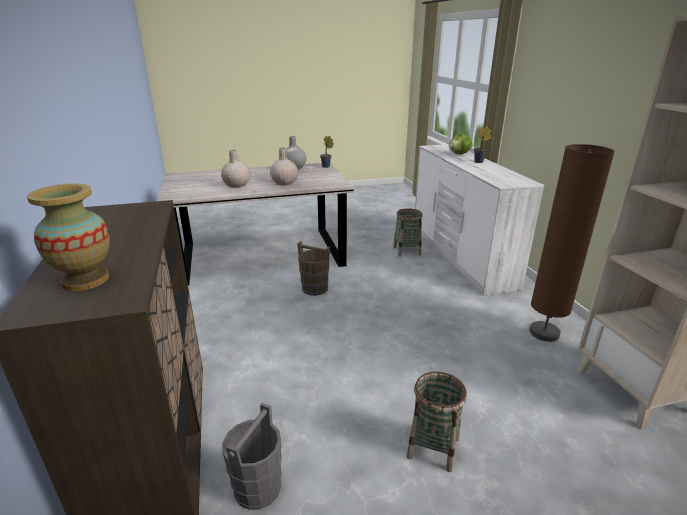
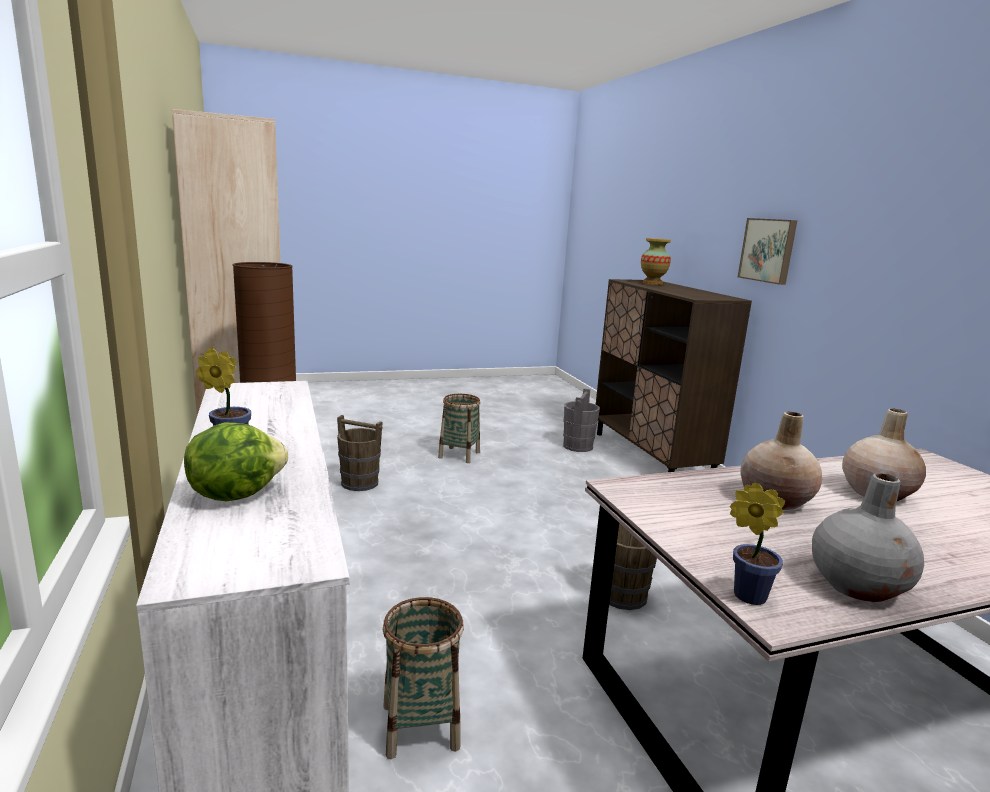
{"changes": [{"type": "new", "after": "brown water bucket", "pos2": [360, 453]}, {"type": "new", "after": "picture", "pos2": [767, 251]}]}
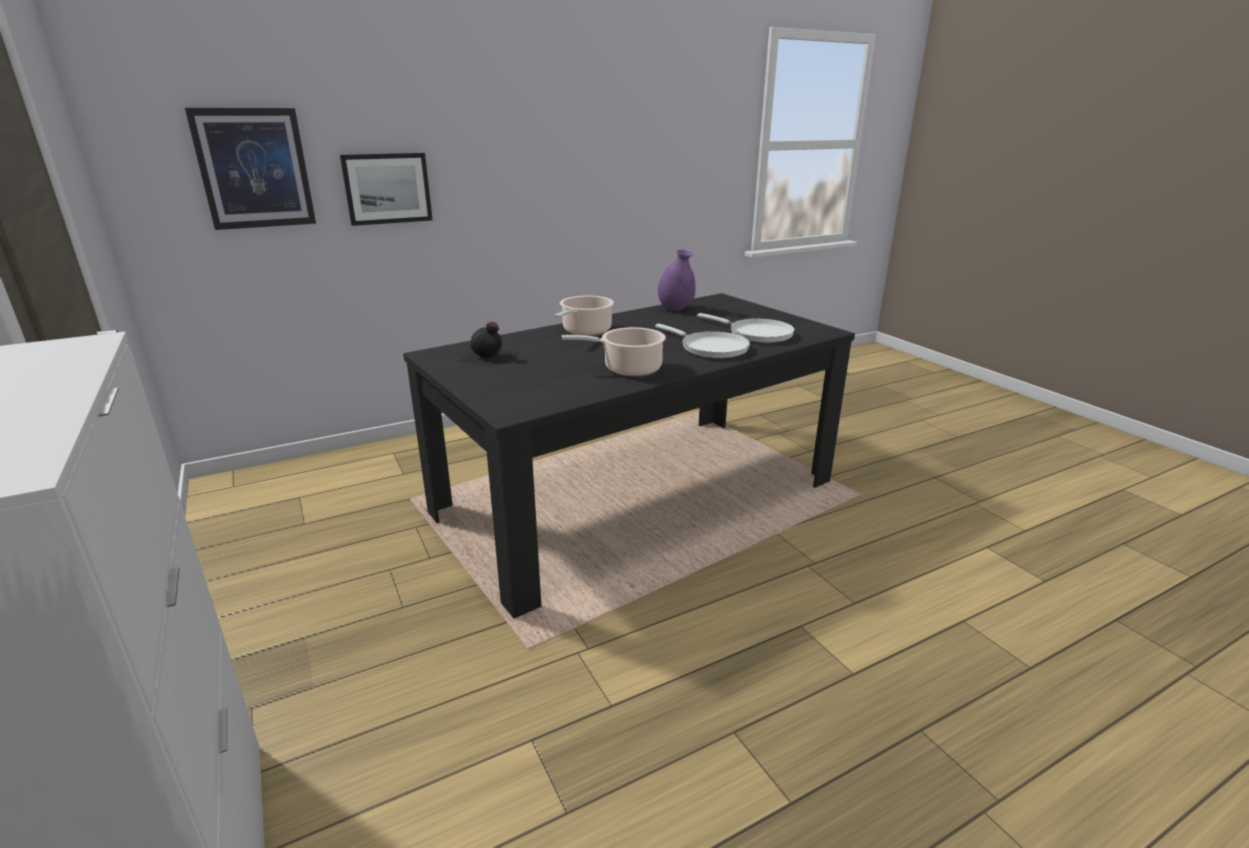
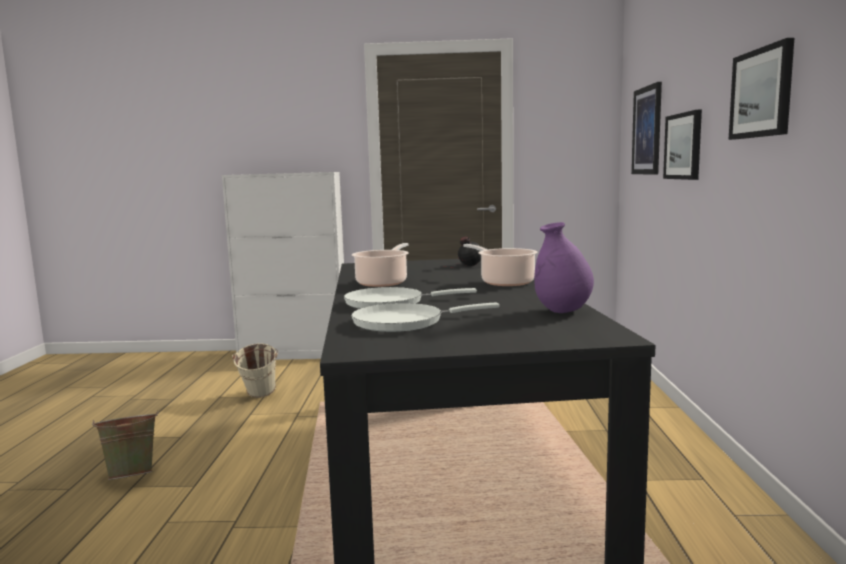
{"changes": [{"type": "new", "after": "greenish water bucket", "pos2": [125, 445]}, {"type": "new", "after": "sand-coloured water bucket", "pos2": [255, 370]}, {"type": "new", "after": "picture", "pos2": [761, 89]}]}
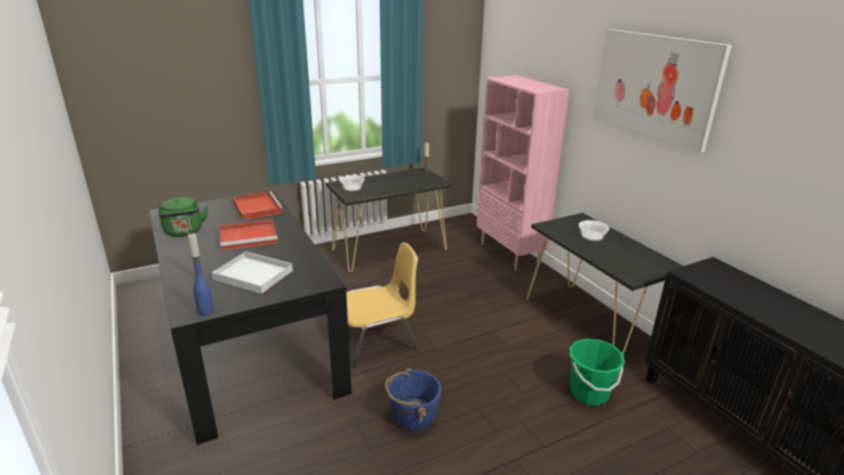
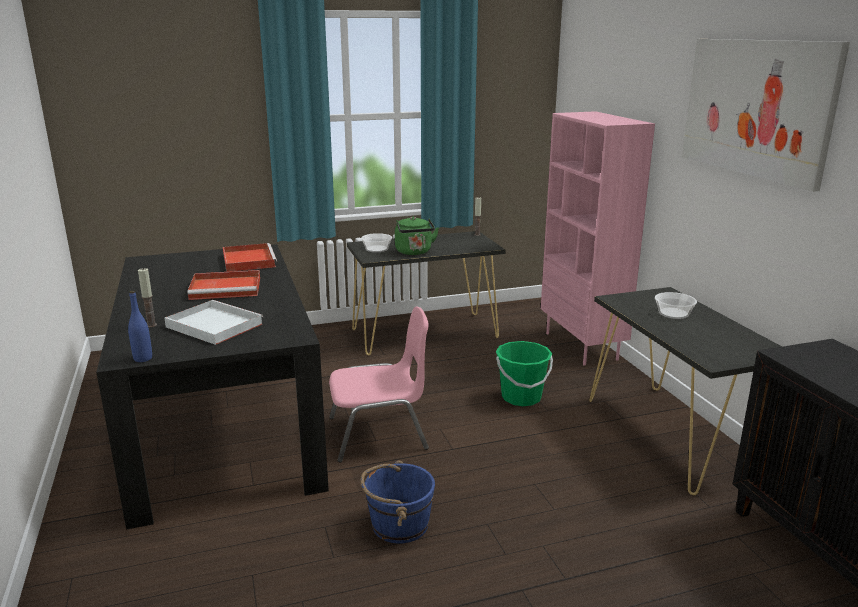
{"changes": [{"type": "repainted", "before": "yellow-coloured plain chair", "after": "pink plain chair", "pos1": [382, 305], "pos2": [379, 384]}, {"type": "shifted", "before": "greenish kettle", "pos1": [183, 217], "pos2": [417, 236]}, {"type": "shifted", "before": "greenish water bucket", "pos1": [597, 372], "pos2": [524, 373]}]}
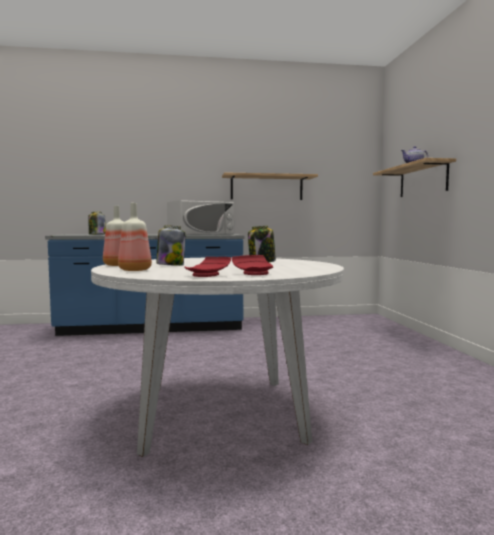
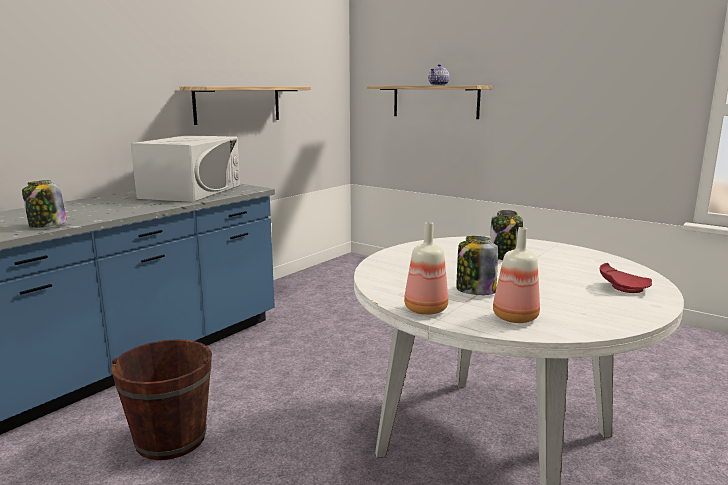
{"changes": [{"type": "new", "after": "brown water bucket", "pos2": [161, 399]}, {"type": "gone", "before": "red-coloured flat dish", "pos1": [207, 267]}]}
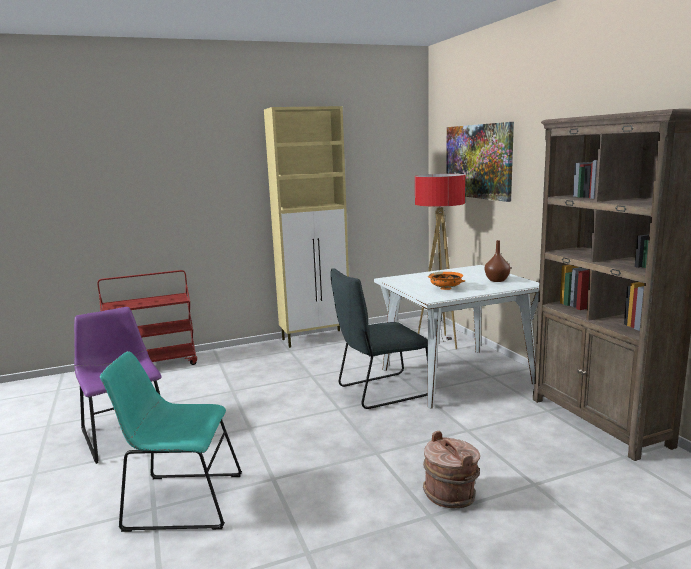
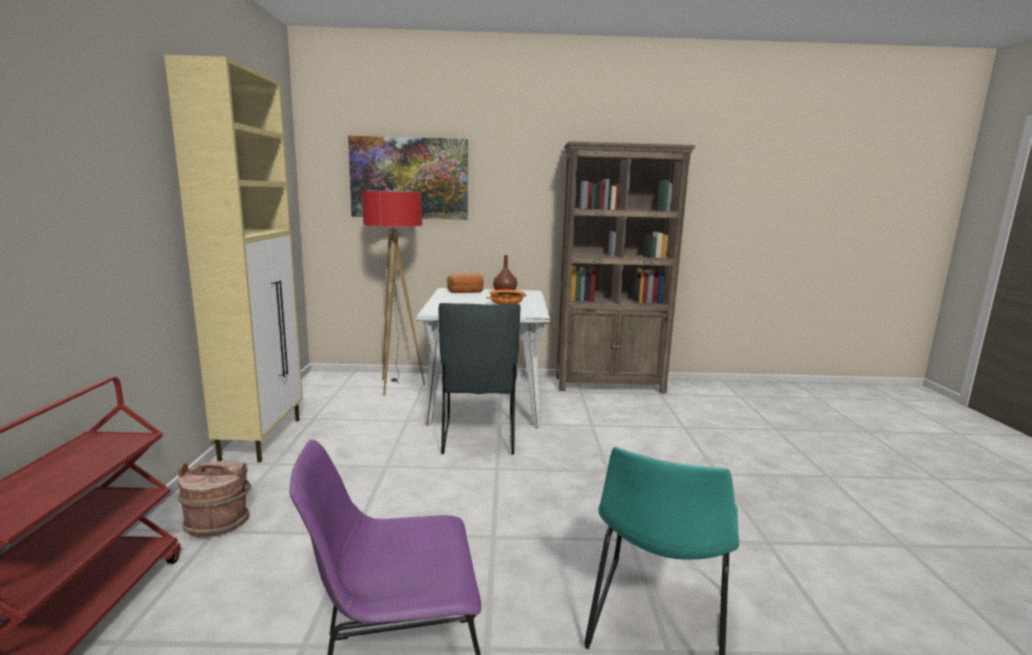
{"changes": [{"type": "shifted", "before": "brown water bucket", "pos1": [451, 469], "pos2": [214, 499]}, {"type": "new", "after": "bakery bread", "pos2": [465, 283]}]}
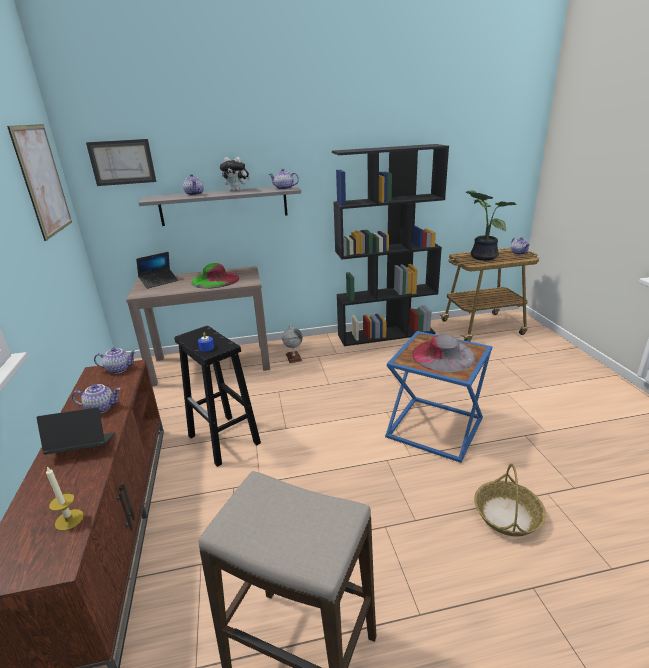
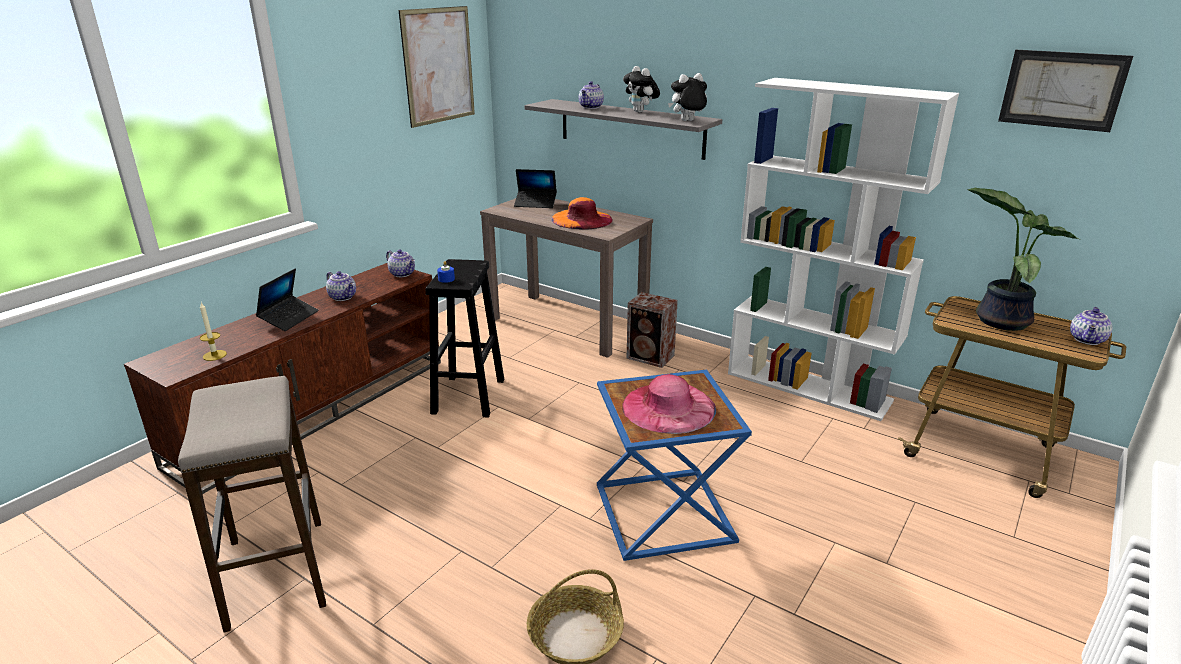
{"changes": [{"type": "rotated", "before": "notebook computer", "pos1": [76, 431], "pos2": [287, 300], "turn": 75}, {"type": "repainted", "before": "greenish hat", "after": "orange hat", "pos1": [215, 276], "pos2": [581, 213]}, {"type": "repainted", "before": "gray hat", "after": "pink hat", "pos1": [444, 353], "pos2": [669, 404]}, {"type": "swapped", "before": "desk globe", "after": "speaker", "pos1": [292, 344], "pos2": [652, 330]}, {"type": "swapped", "before": "teapot", "after": "soft toy", "pos1": [284, 179], "pos2": [687, 97]}, {"type": "repainted", "before": "black bookshelf", "after": "white-coloured bookshelf", "pos1": [390, 245], "pos2": [843, 249]}, {"type": "shifted", "before": "picture", "pos1": [121, 162], "pos2": [1065, 91]}]}
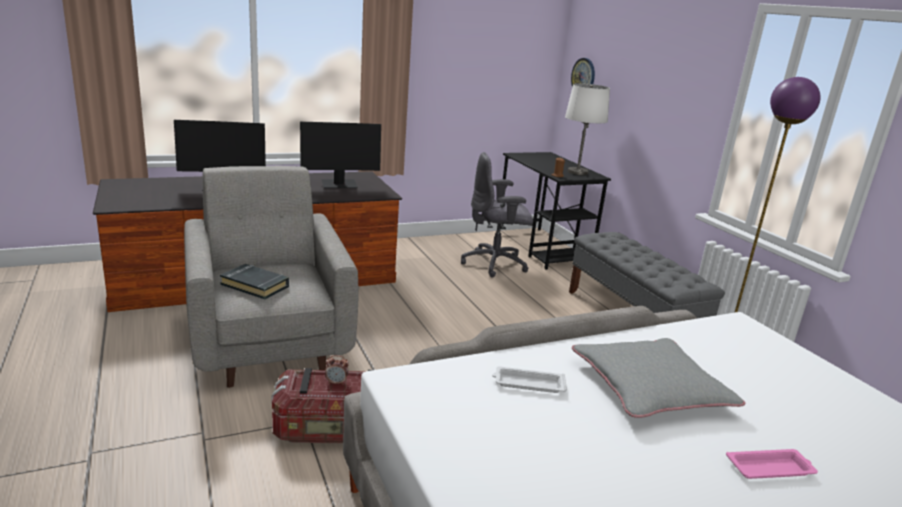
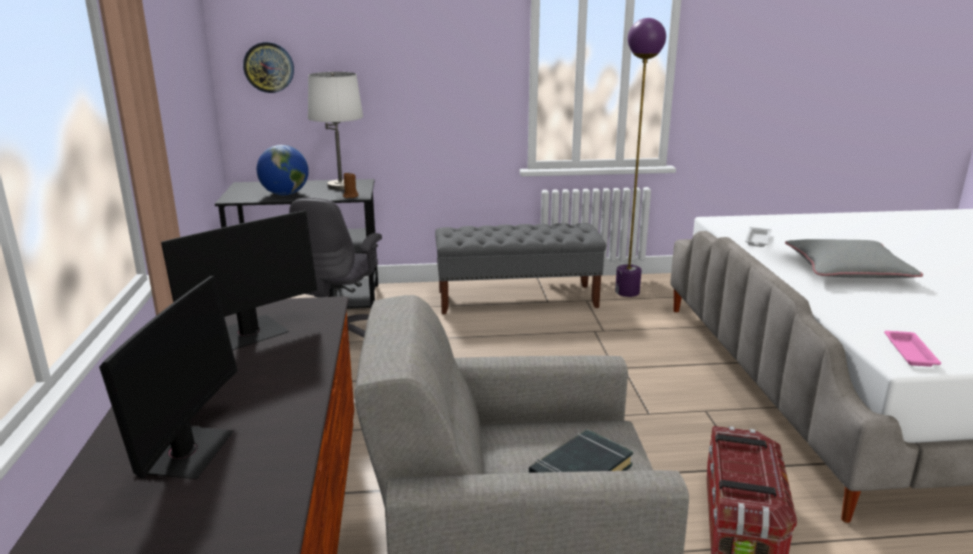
{"changes": [{"type": "rotated", "before": "computer screen", "pos1": [340, 155], "pos2": [239, 280], "turn": 45}, {"type": "new", "after": "desk globe", "pos2": [283, 170]}, {"type": "shifted", "before": "white-coloured carrying tray", "pos1": [529, 379], "pos2": [758, 237]}, {"type": "shifted", "before": "pink carrying tray", "pos1": [772, 464], "pos2": [913, 349]}, {"type": "gone", "before": "alarm clock", "pos1": [337, 370]}]}
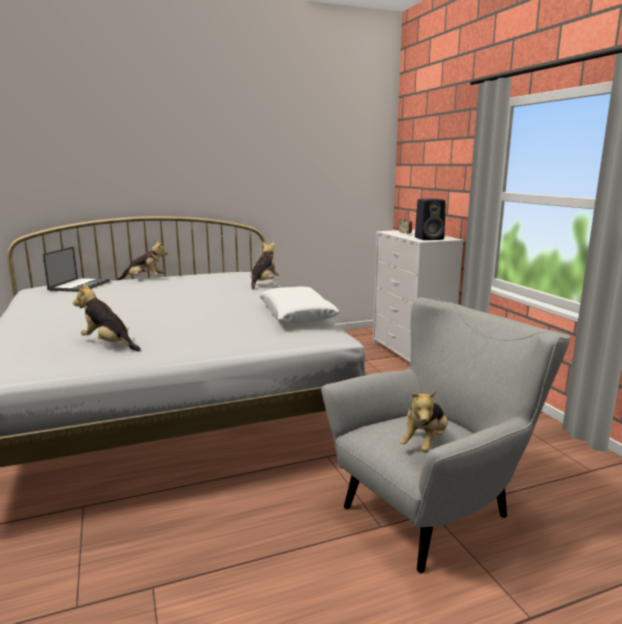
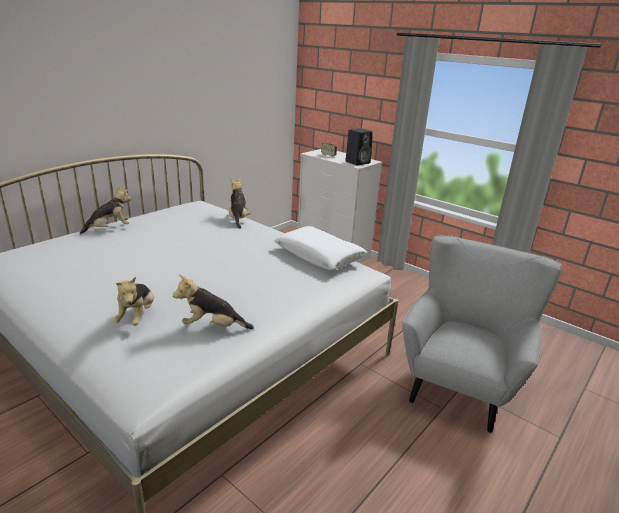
{"changes": [{"type": "shifted", "before": "soft toy", "pos1": [423, 421], "pos2": [134, 301]}, {"type": "gone", "before": "notebook computer", "pos1": [76, 269]}]}
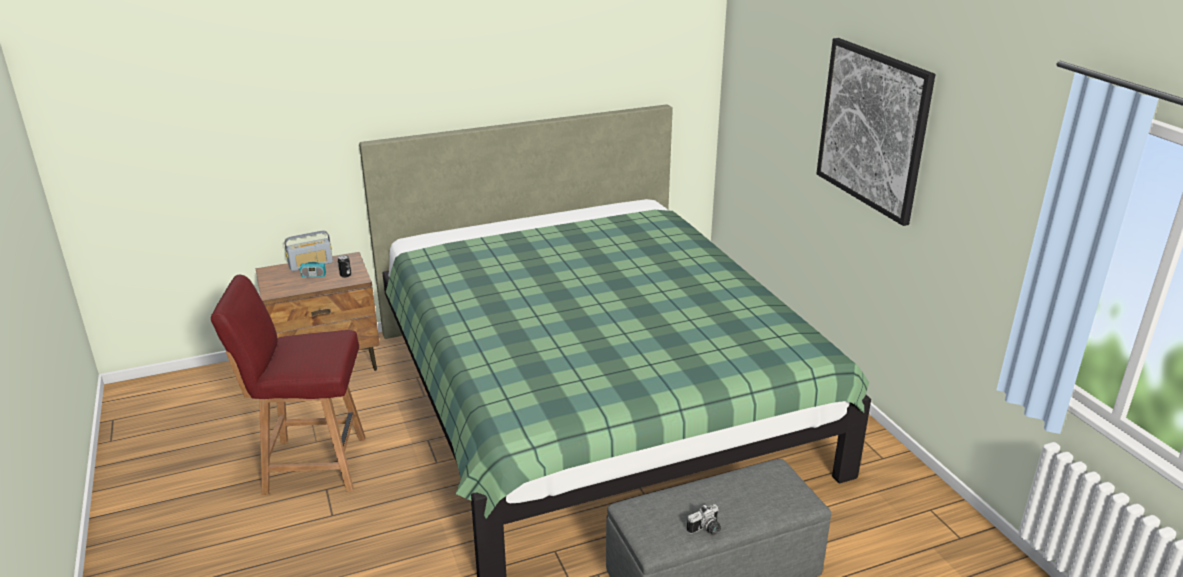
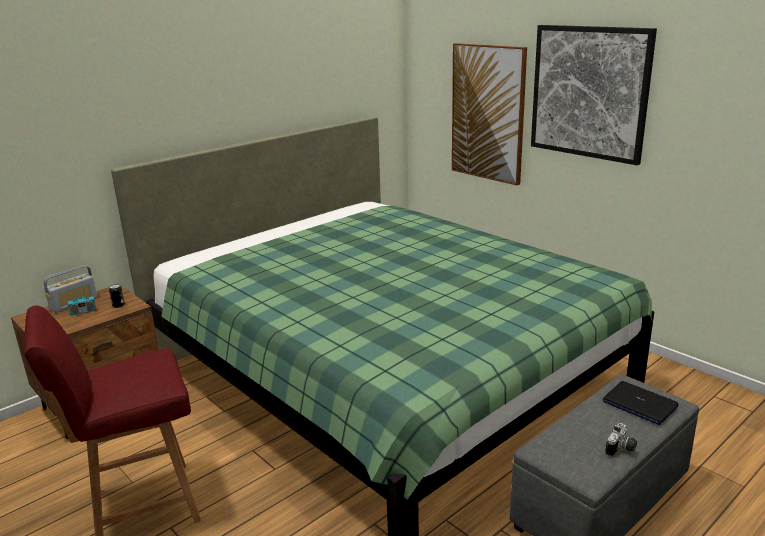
{"changes": [{"type": "new", "after": "picture", "pos2": [489, 114]}, {"type": "new", "after": "notebook computer", "pos2": [641, 403]}]}
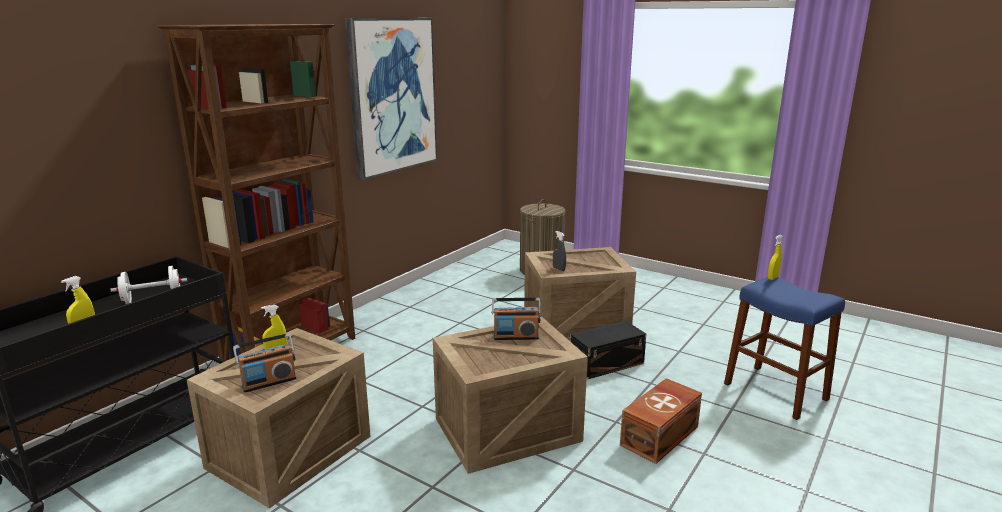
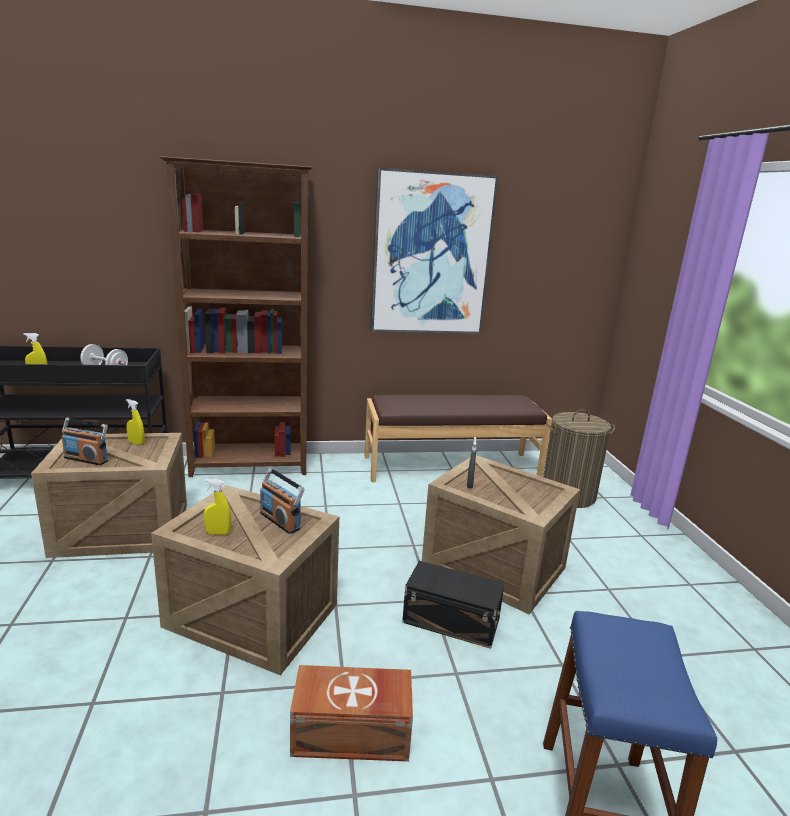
{"changes": [{"type": "shifted", "before": "yellow-coloured sprayer", "pos1": [775, 257], "pos2": [217, 507]}, {"type": "new", "after": "brown bench", "pos2": [458, 438]}]}
